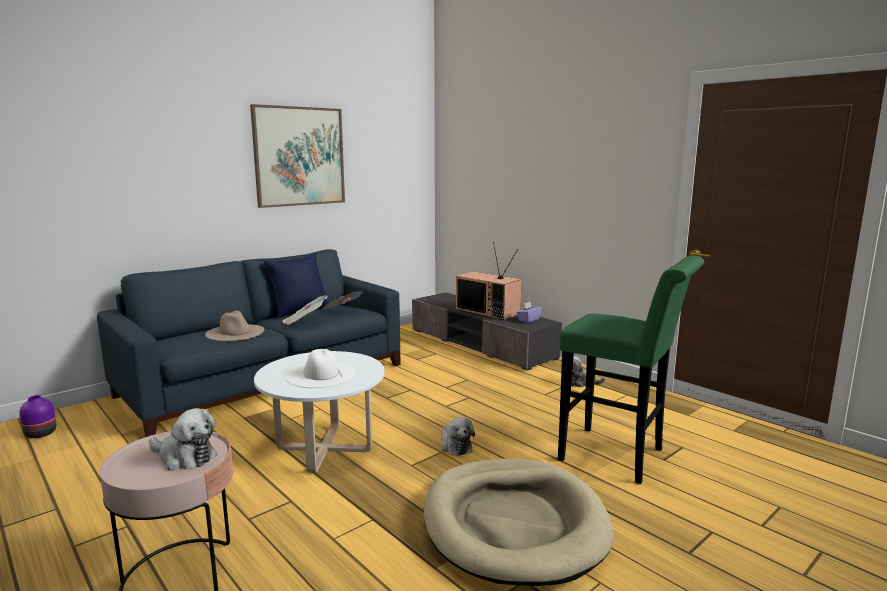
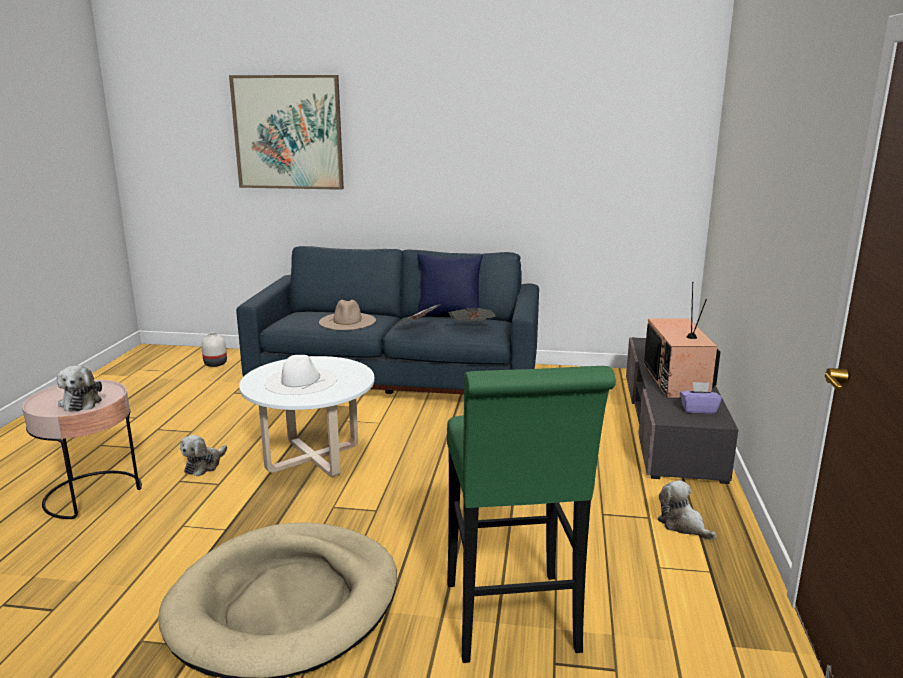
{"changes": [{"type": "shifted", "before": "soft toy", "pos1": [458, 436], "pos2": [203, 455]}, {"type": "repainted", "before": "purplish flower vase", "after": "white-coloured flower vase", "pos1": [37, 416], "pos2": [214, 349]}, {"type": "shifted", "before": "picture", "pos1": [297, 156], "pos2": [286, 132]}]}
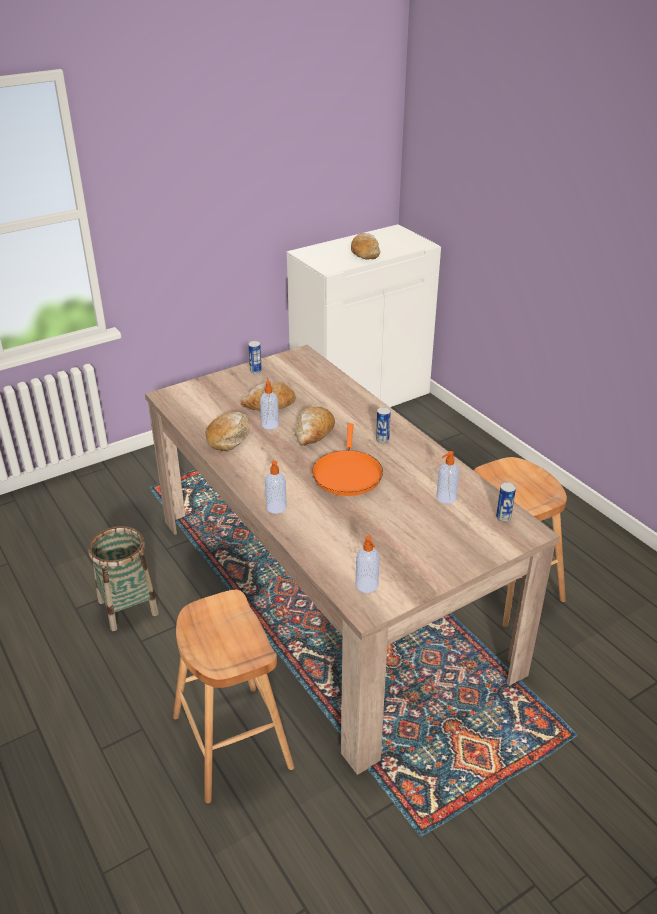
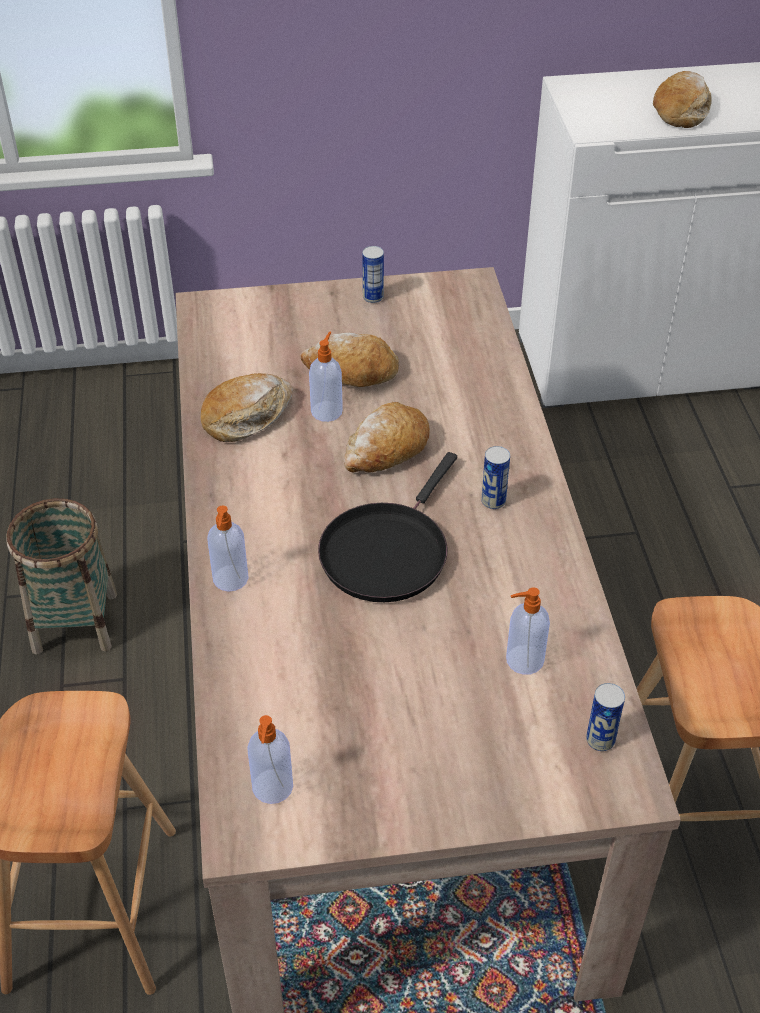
{"changes": [{"type": "repainted", "before": "orange frying pan", "after": "black frying pan", "pos1": [347, 459], "pos2": [387, 527]}]}
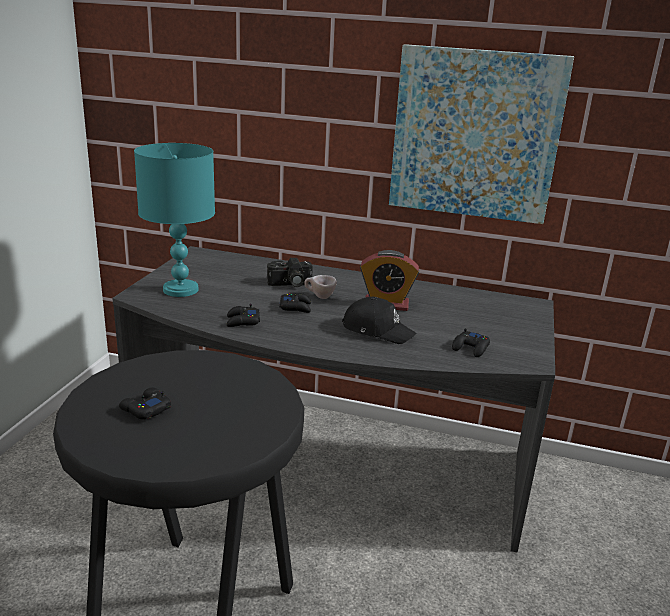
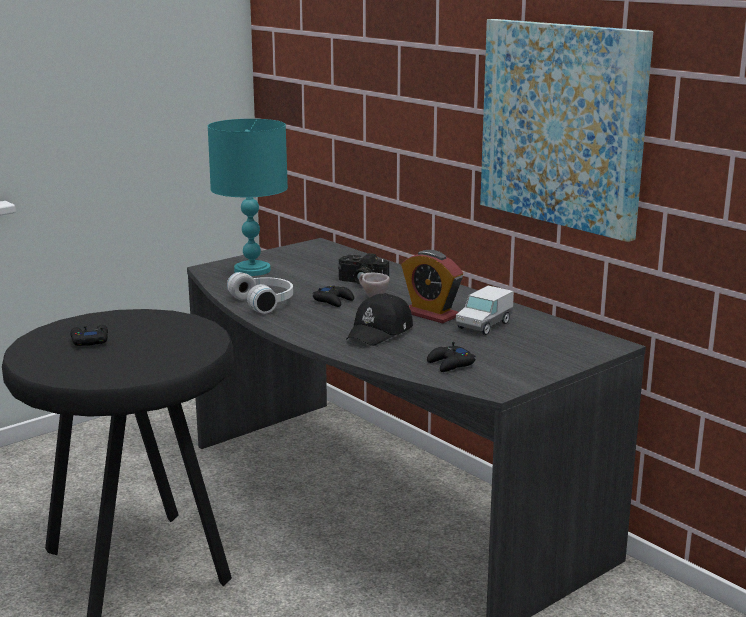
{"changes": [{"type": "swapped", "before": "black gamepad", "after": "white-coloured headset", "pos1": [243, 315], "pos2": [260, 293]}, {"type": "rotated", "before": "black peaked cap", "pos1": [379, 320], "pos2": [379, 319], "turn": 60}, {"type": "new", "after": "model truck", "pos2": [485, 310]}]}
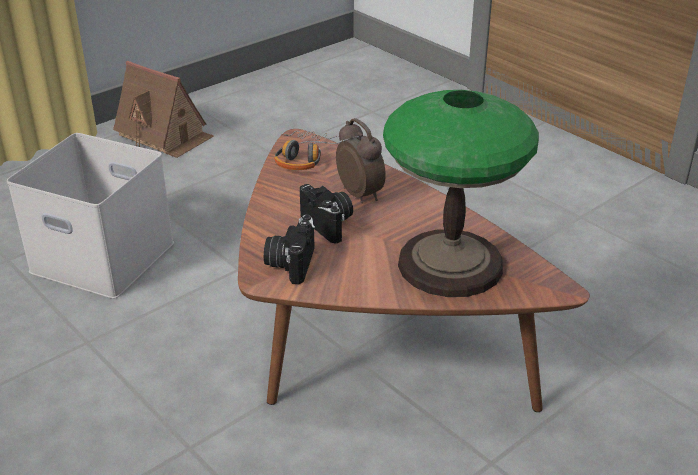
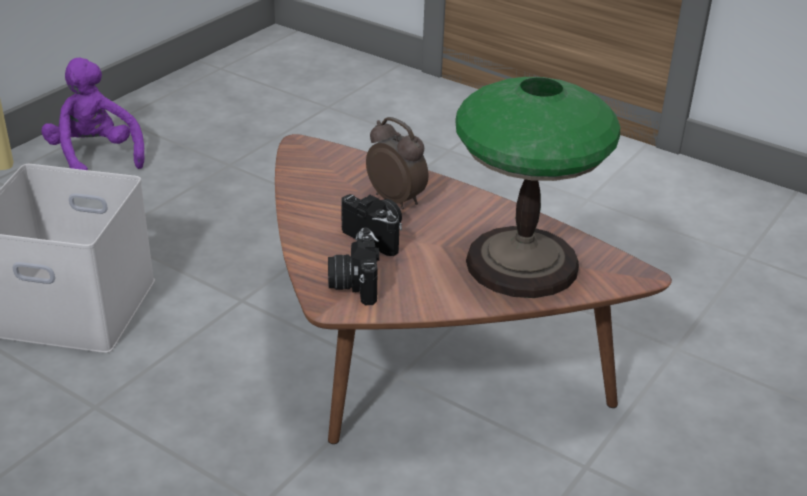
{"changes": [{"type": "swapped", "before": "toy house", "after": "purplish soft toy", "pos1": [163, 109], "pos2": [93, 114]}, {"type": "gone", "before": "headset", "pos1": [308, 150]}]}
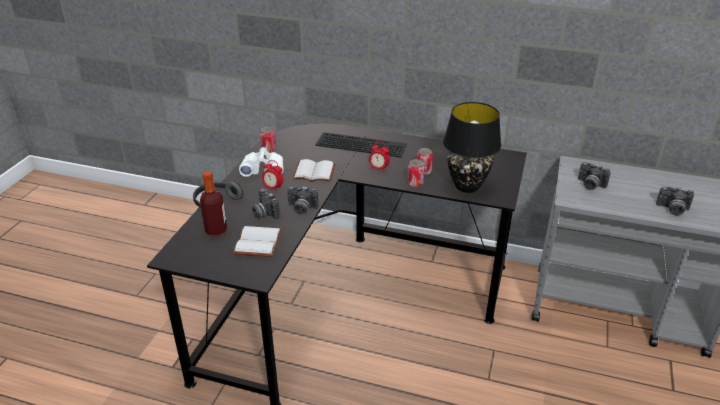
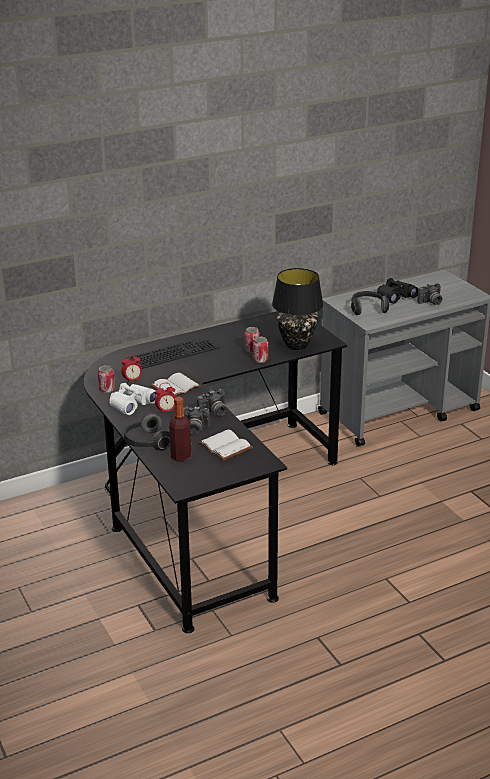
{"changes": [{"type": "shifted", "before": "alarm clock", "pos1": [379, 157], "pos2": [131, 368]}, {"type": "swapped", "before": "photo camera", "after": "headset", "pos1": [594, 176], "pos2": [370, 303]}, {"type": "new", "after": "black field glasses", "pos2": [397, 291]}]}
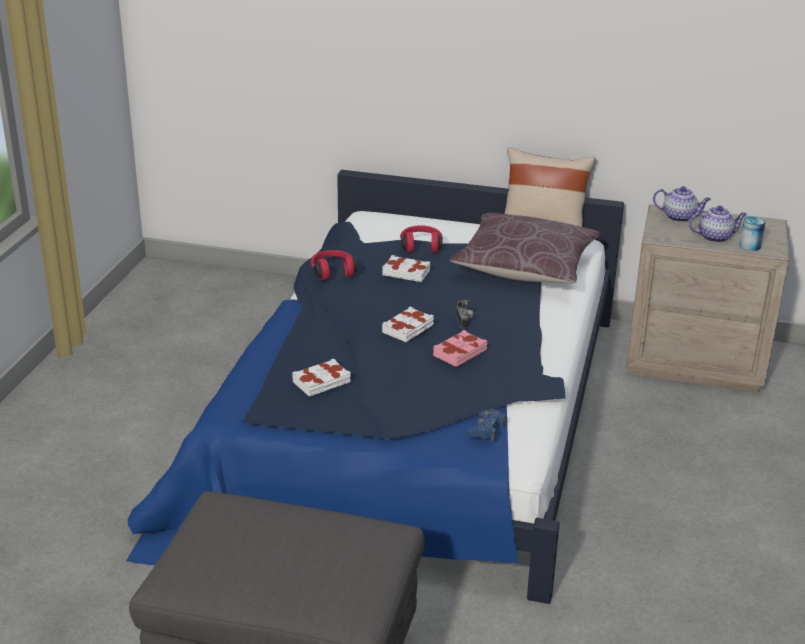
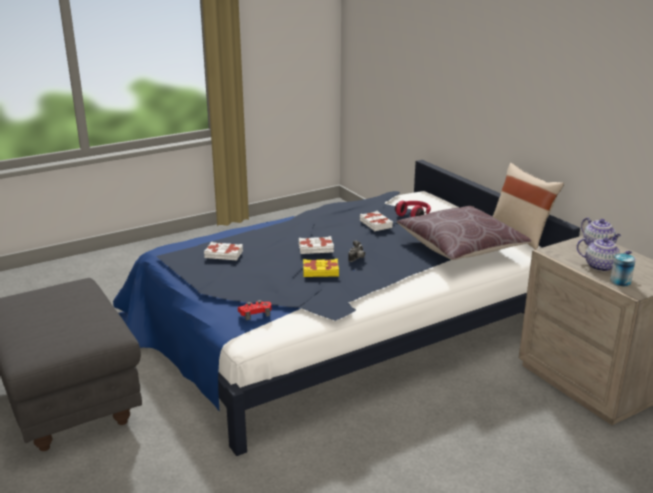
{"changes": [{"type": "repainted", "before": "bluish gamepad", "after": "red-coloured gamepad", "pos1": [485, 425], "pos2": [254, 310]}, {"type": "repainted", "before": "pink volume", "after": "yellow-coloured volume", "pos1": [460, 348], "pos2": [321, 268]}, {"type": "gone", "before": "red-coloured headset", "pos1": [334, 265]}]}
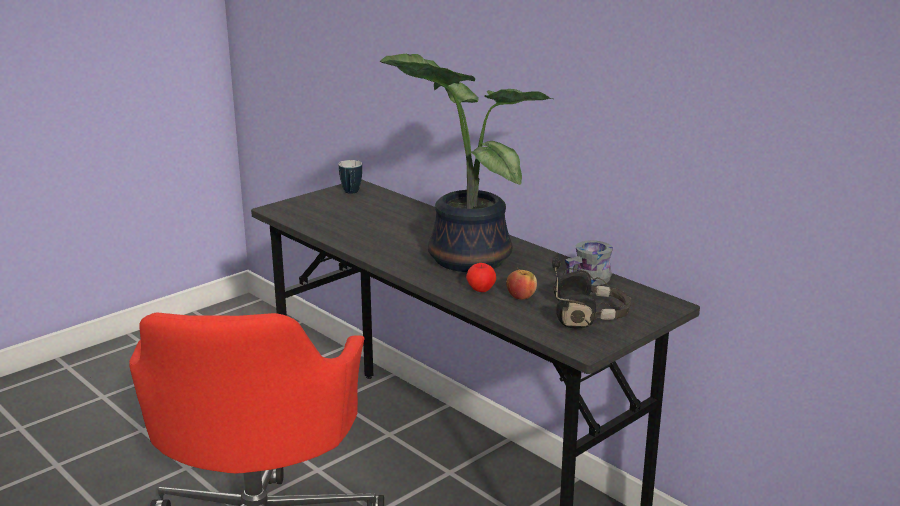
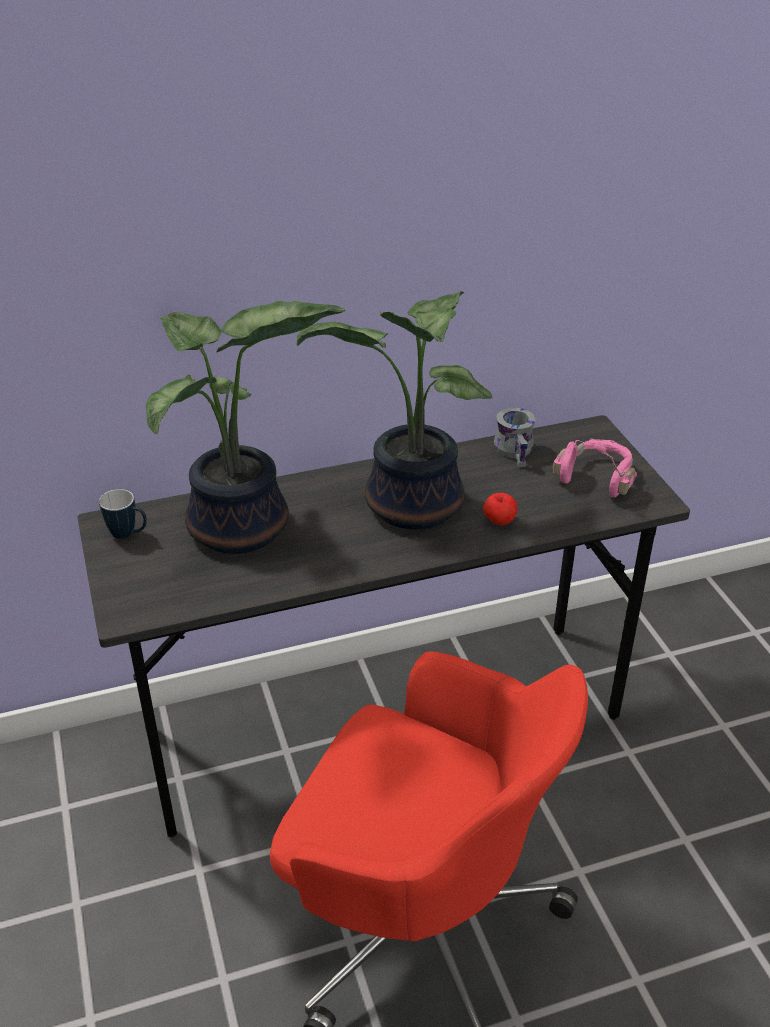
{"changes": [{"type": "new", "after": "houseplant", "pos2": [246, 427]}, {"type": "repainted", "before": "black headset", "after": "pink headset", "pos1": [591, 293], "pos2": [595, 468]}, {"type": "gone", "before": "apple fruit", "pos1": [521, 283]}]}
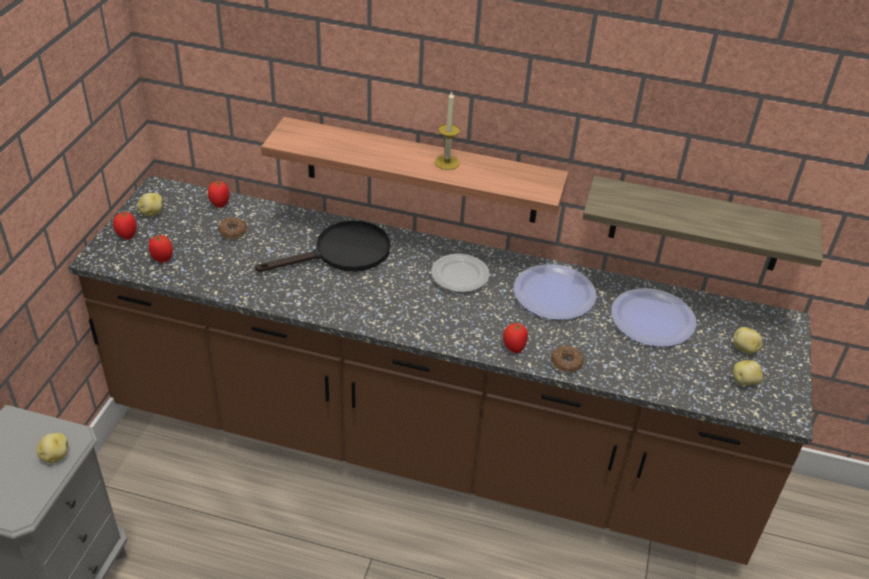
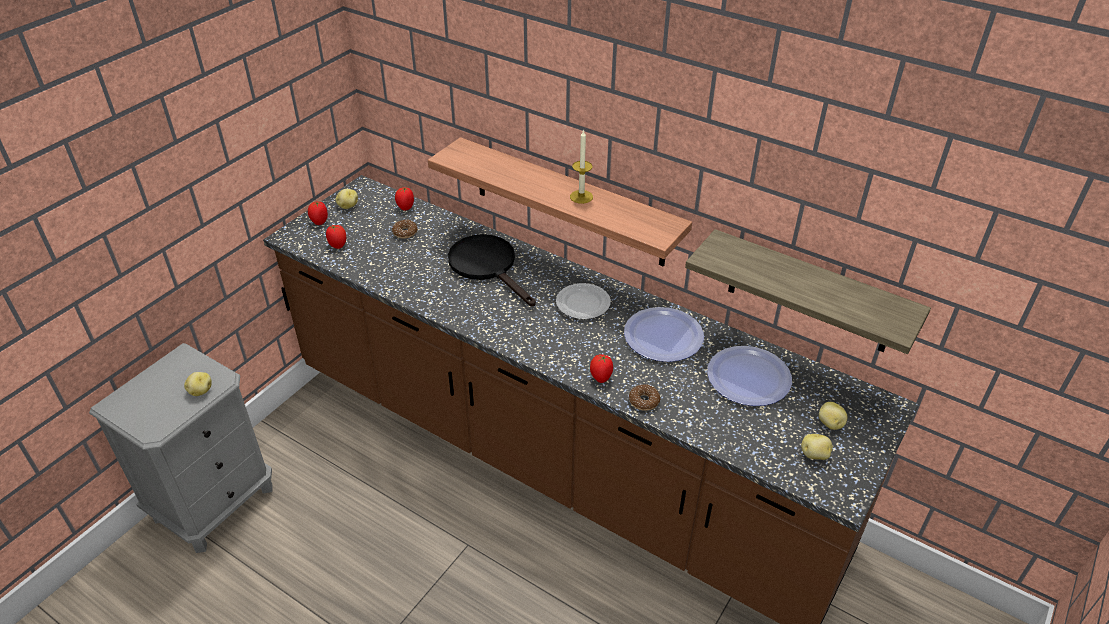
{"changes": [{"type": "rotated", "before": "black frying pan", "pos1": [322, 246], "pos2": [492, 270], "turn": -120}]}
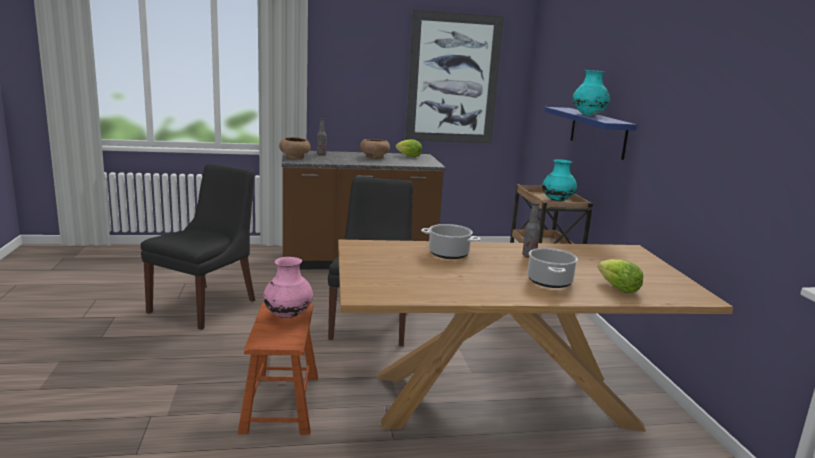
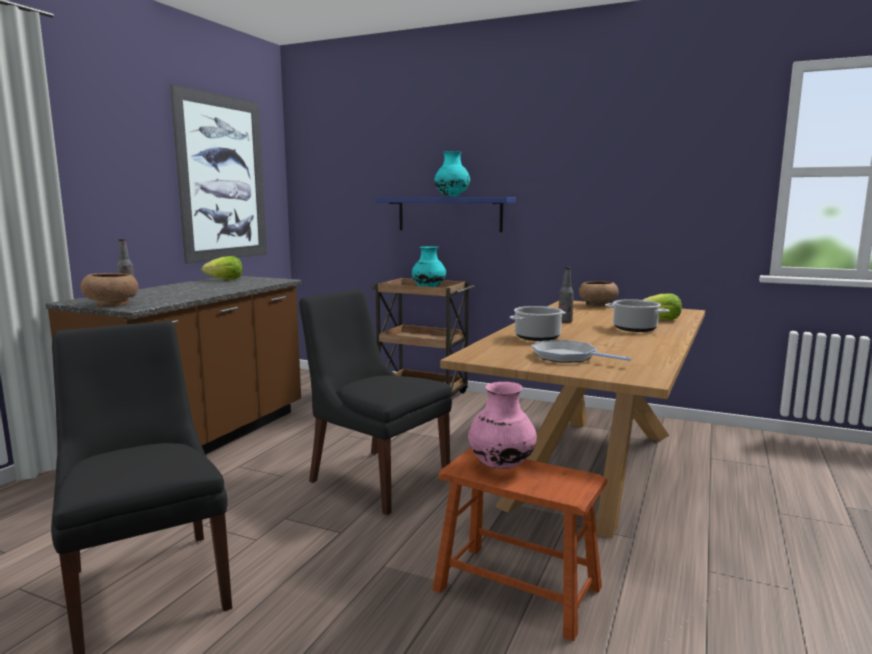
{"changes": [{"type": "new", "after": "frying pan", "pos2": [582, 351]}, {"type": "shifted", "before": "brown serving bowl", "pos1": [375, 149], "pos2": [599, 294]}]}
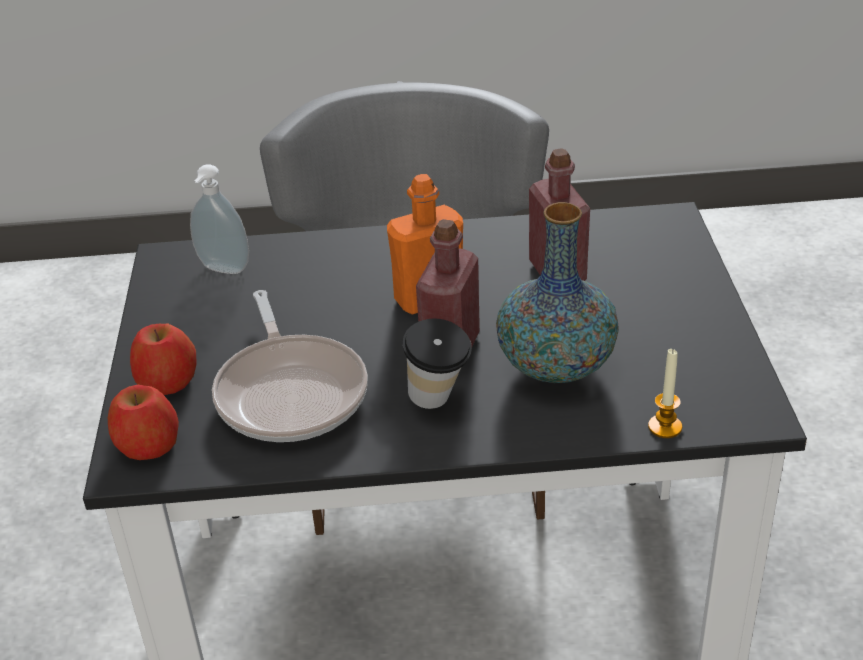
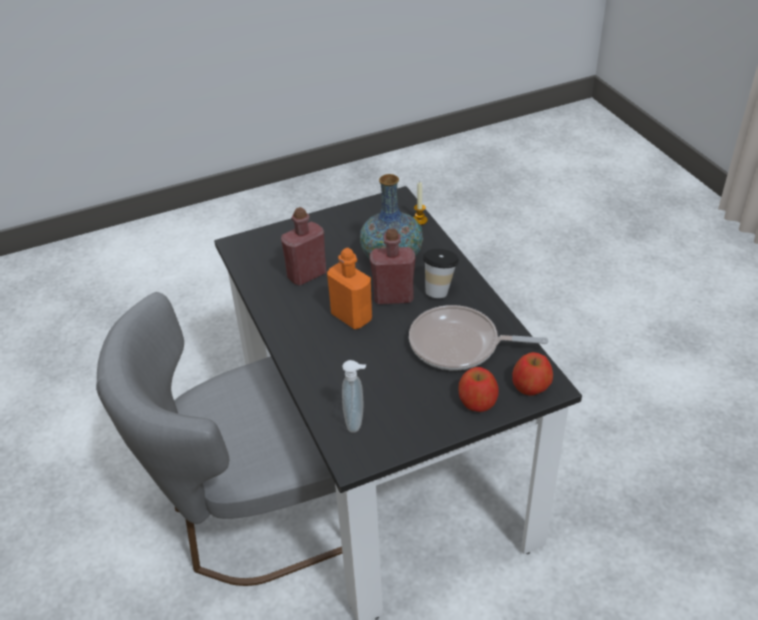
{"changes": [{"type": "rotated", "before": "frying pan", "pos1": [290, 366], "pos2": [479, 337], "turn": -135}]}
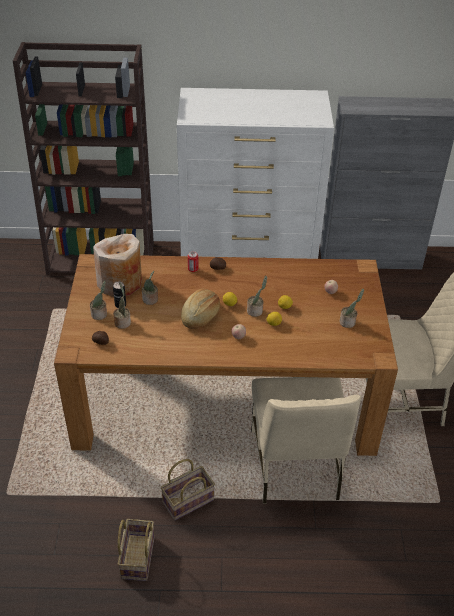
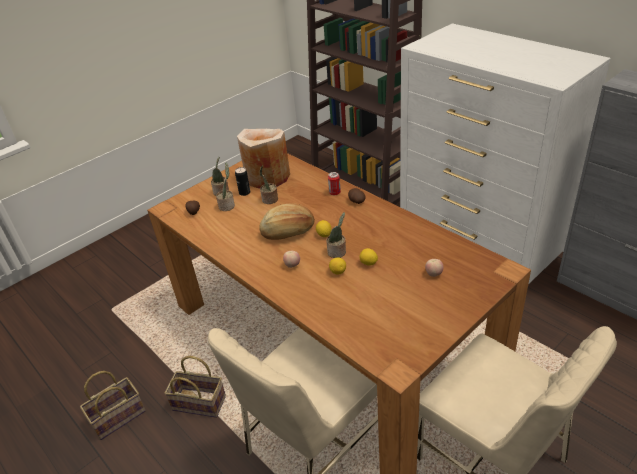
{"changes": [{"type": "gone", "before": "houseplant", "pos1": [351, 308]}]}
